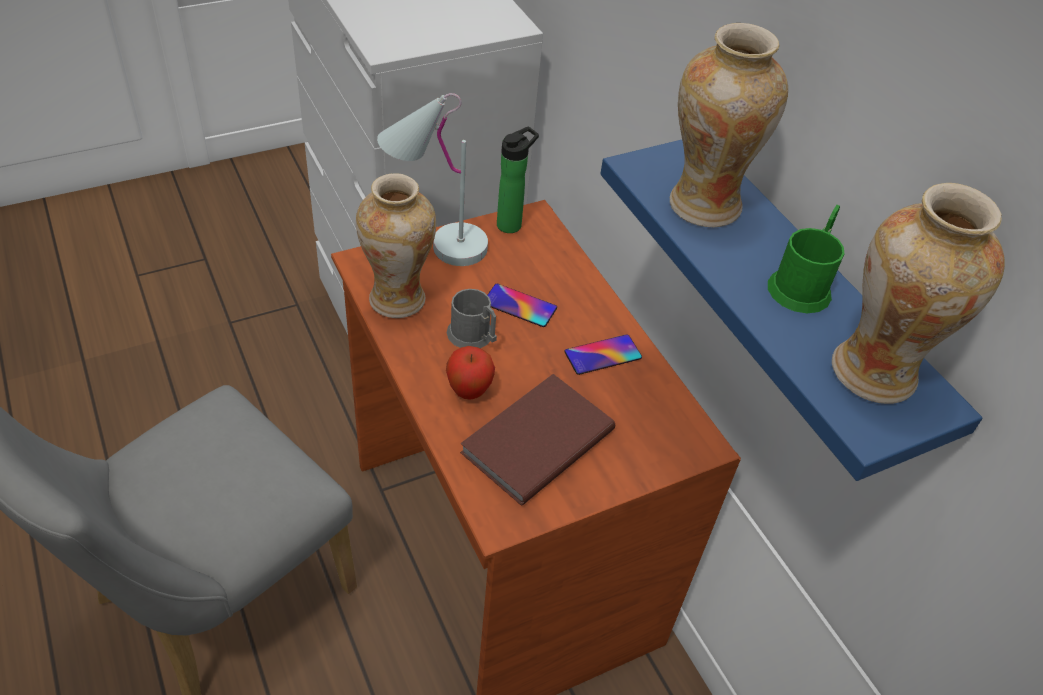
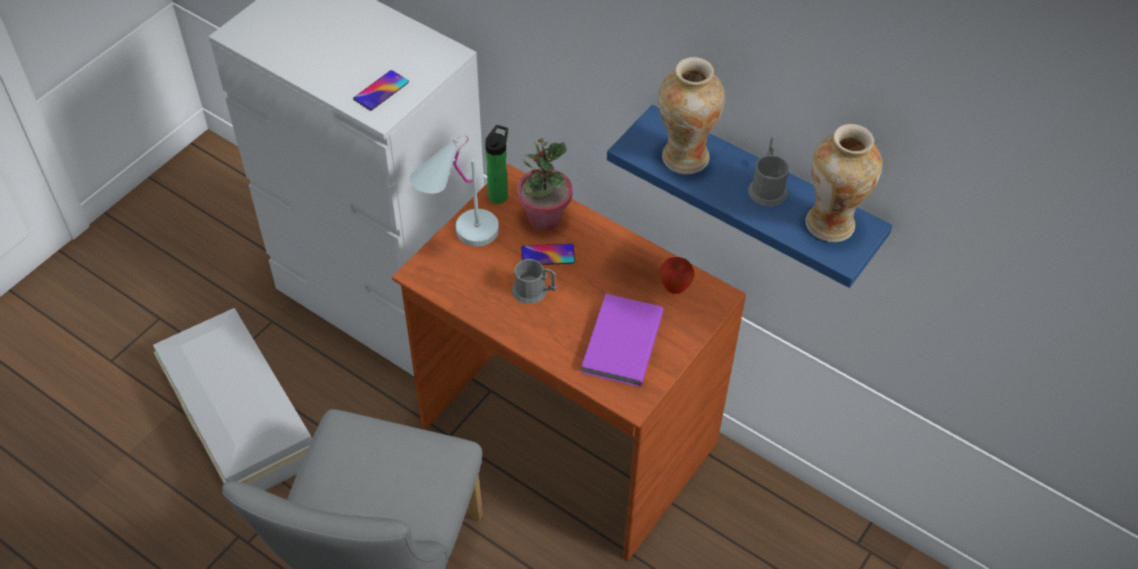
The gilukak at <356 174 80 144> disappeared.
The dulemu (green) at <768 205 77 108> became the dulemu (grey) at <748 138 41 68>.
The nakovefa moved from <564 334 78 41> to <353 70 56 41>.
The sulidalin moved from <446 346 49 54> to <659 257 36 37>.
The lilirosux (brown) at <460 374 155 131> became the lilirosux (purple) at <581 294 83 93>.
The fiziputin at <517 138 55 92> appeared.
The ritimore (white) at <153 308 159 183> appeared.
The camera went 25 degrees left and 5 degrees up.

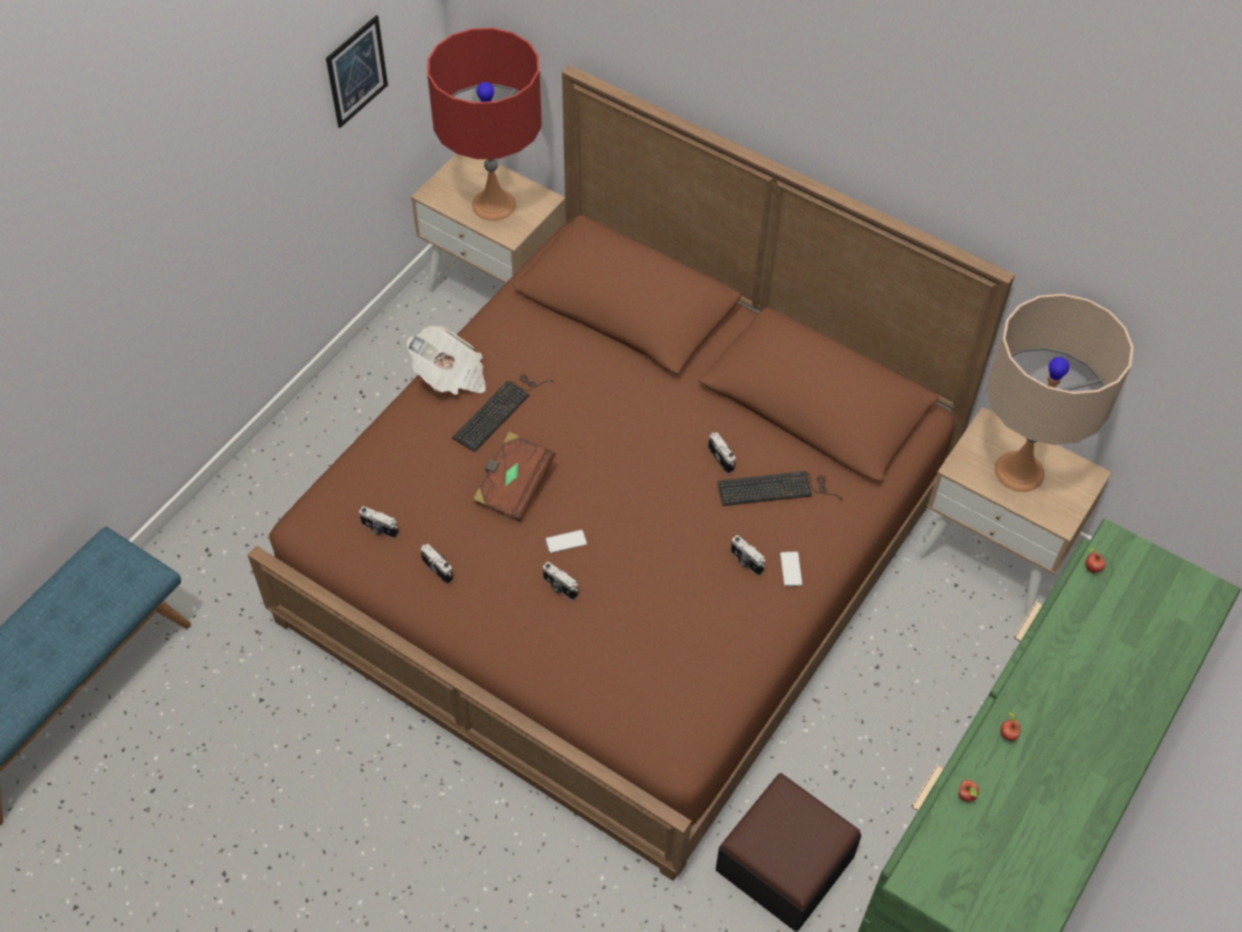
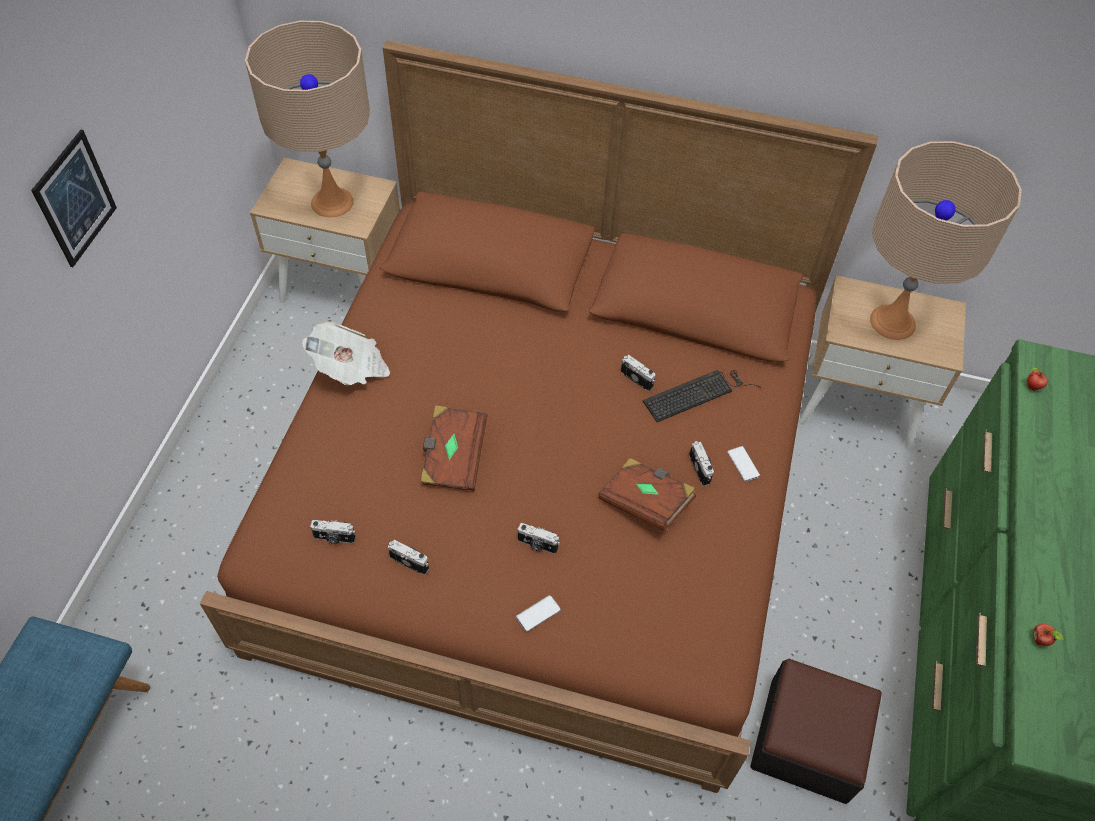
The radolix moved from <326 15 62 113> to <31 130 86 137>.
The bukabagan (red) at <427 28 115 193> became the bukabagan (beige) at <245 21 125 197>.
The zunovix at <452 375 102 77> disappeared.
The nakovefa moved from <545 530 42 23> to <516 595 45 37>.
The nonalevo at <731 535 34 41> turned 135 degrees counterclockwise.
The sulidalin at <1000 712 21 29> disappeared.
The lilirosux (brown) at <598 458 98 73> appeared.
The camera went 20 degrees left and 0 degrees up.

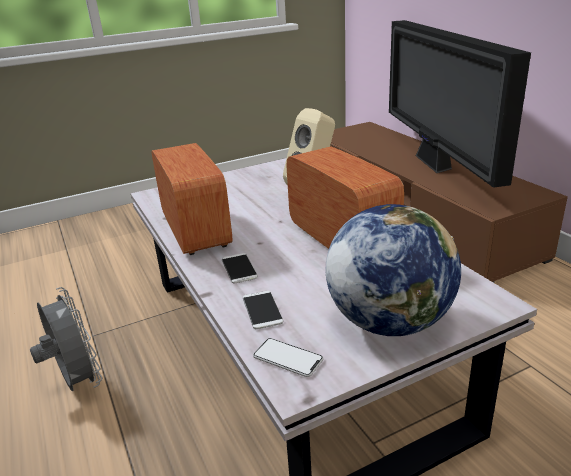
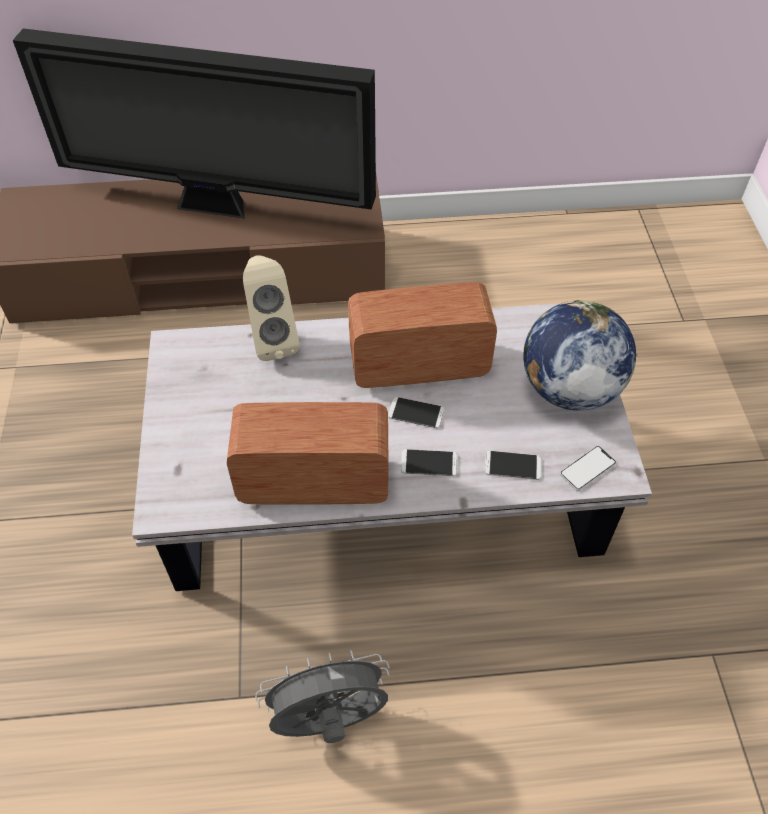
The nakovefa at <388 397 57 31> appeared.
The camera went 70 degrees left and 25 degrees up.

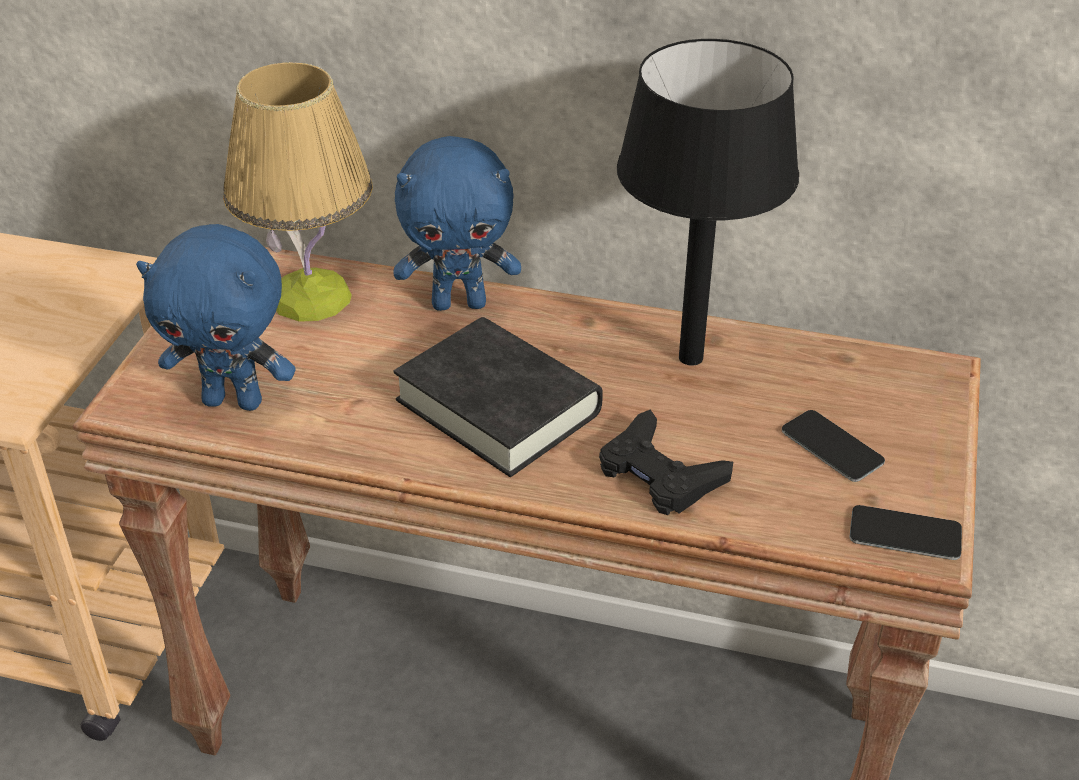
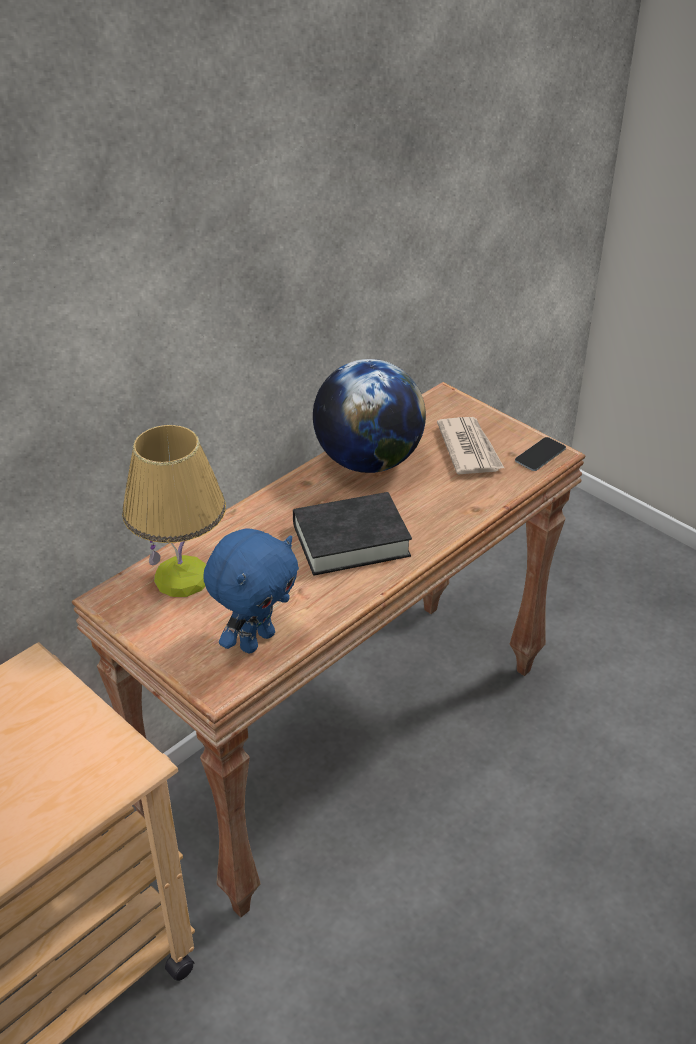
The bukabagan (black) at <617 39 182 327> was replaced by the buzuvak at <313 359 113 114>.
The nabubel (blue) at <394 136 127 175> disappeared.
The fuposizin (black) at <599 409 134 106> disappeared.
The nakovefa at <782 410 103 72> was replaced by the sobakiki at <437 417 67 58>.
The camera went 60 degrees left and 0 degrees up.

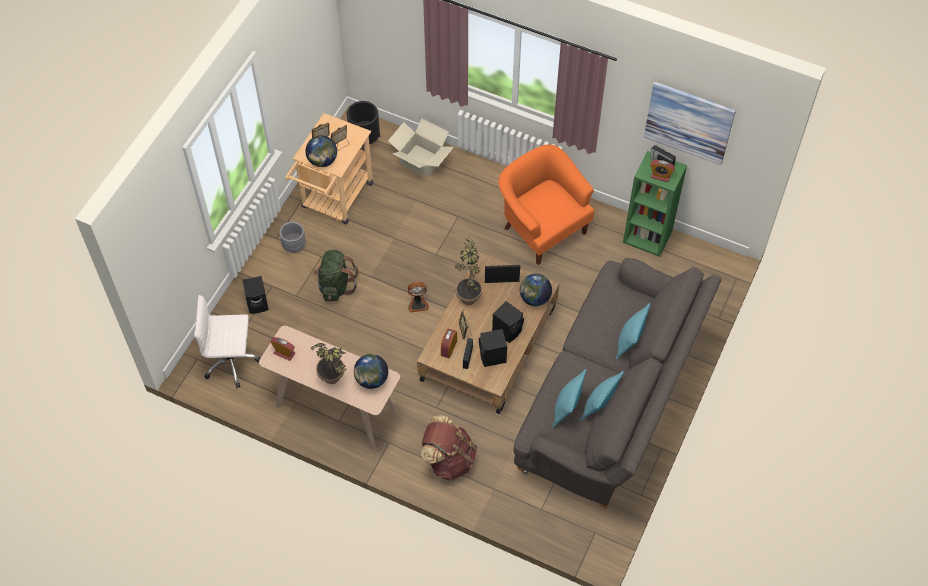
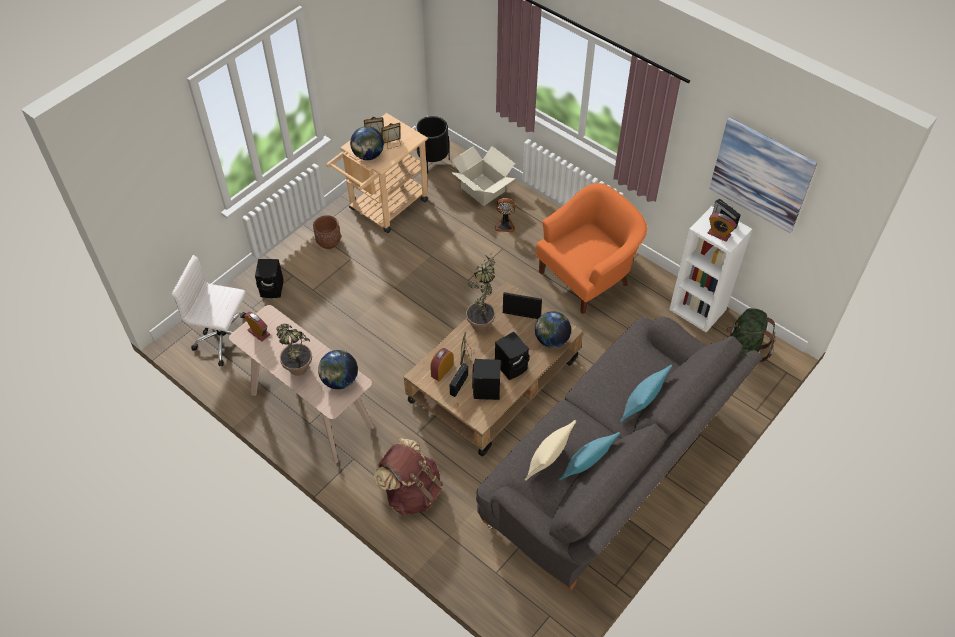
The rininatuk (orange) at <498 145 96 120> turned 75 degrees clockwise.
The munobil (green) at <623 151 64 106> became the munobil (white) at <669 206 83 126>.
The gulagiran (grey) at <279 222 27 31> became the gulagiran (brown) at <313 215 28 34>.
The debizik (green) moved from <313 250 45 52> to <726 308 49 54>.
The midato moved from <408 282 21 30> to <494 198 22 34>.
The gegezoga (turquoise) at <552 369 34 59> became the gegezoga (beige) at <525 420 51 61>.
The camera went 15 degrees right and 5 degrees down.

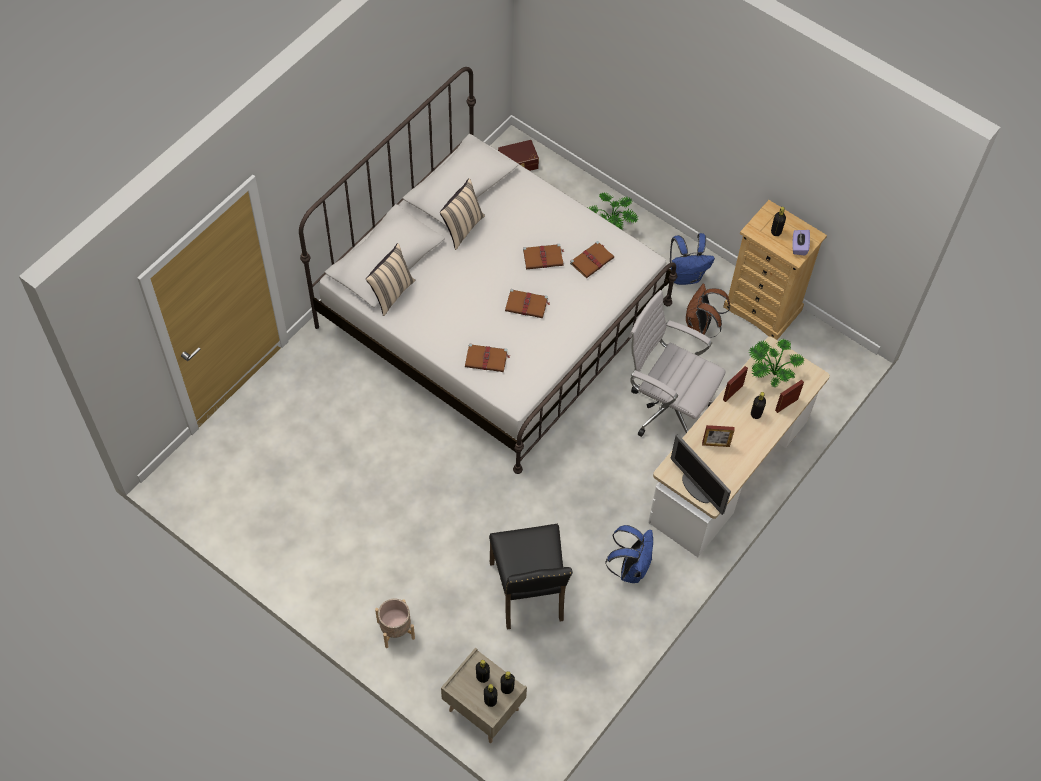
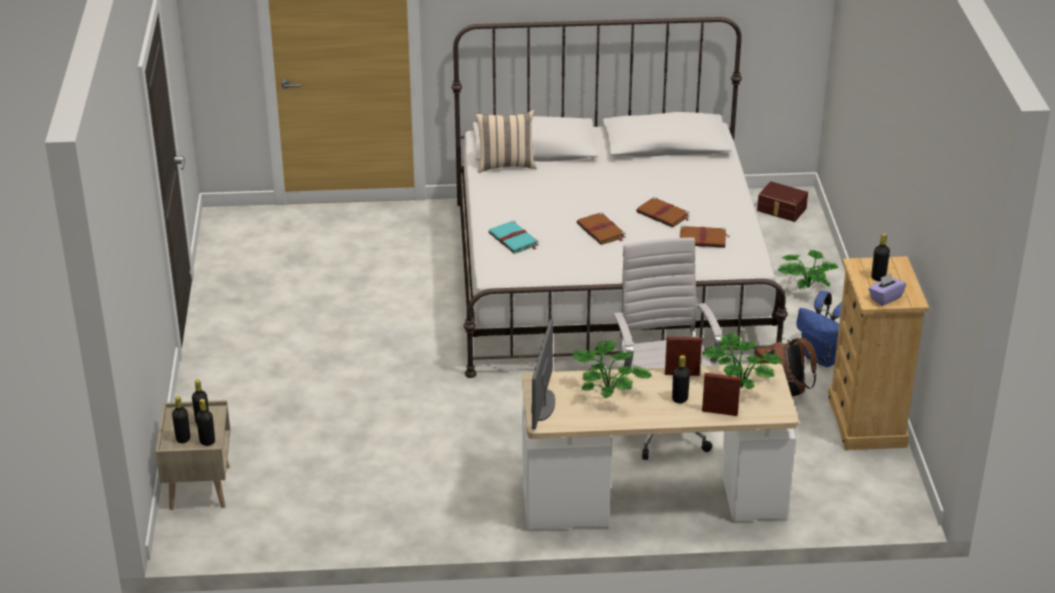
The gegezoga (beige) at <440 178 45 72> disappeared.
The lilirosux (brown) at <465 344 45 28> became the lilirosux (turquoise) at <488 220 51 34>.
The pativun at <702 425 33 22> was replaced by the fiziputin at <572 340 80 58>.
The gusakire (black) at <489 524 84 106> disappeared.
The debizik (blue) at <605 525 48 58> disappeared.
The gulagiran (beige) at <375 599 40 49> disappeared.
The camera went 50 degrees right and 25 degrees down.

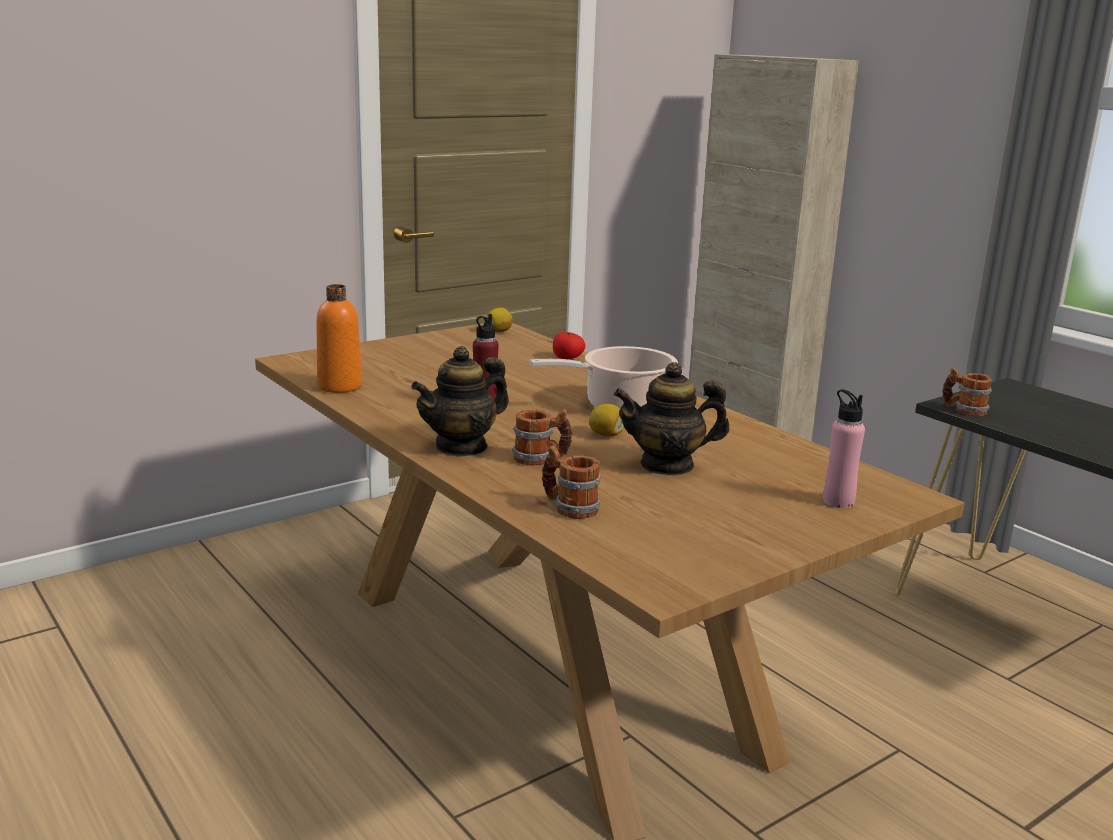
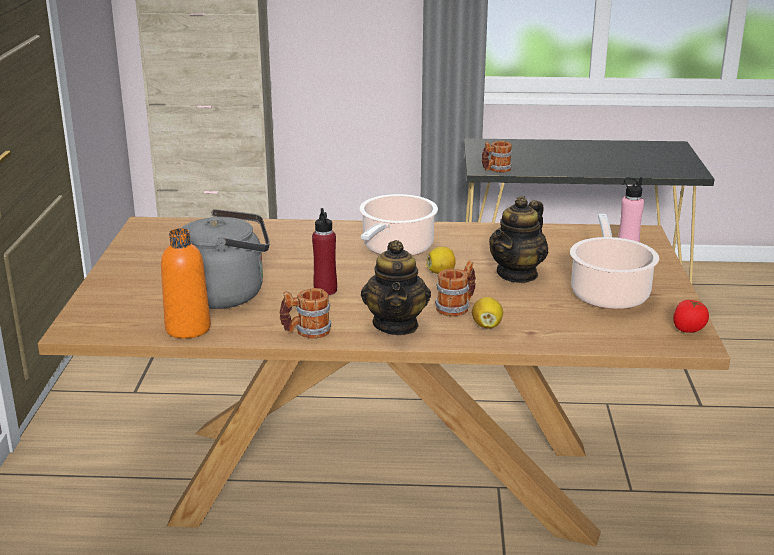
The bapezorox moved from <486 308 27 24> to <472 297 31 31>.
The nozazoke moved from <553 332 32 27> to <673 300 36 33>.
The dulemu moved from <542 445 58 74> to <280 288 52 51>.
The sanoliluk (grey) at <182 209 88 100> appeared.
The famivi at <570 214 89 95> appeared.
The camera went 50 degrees left and 5 degrees up.

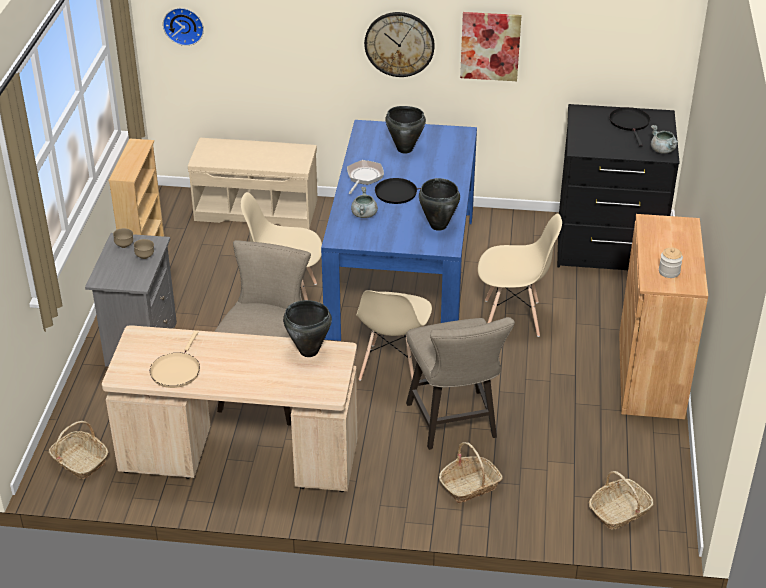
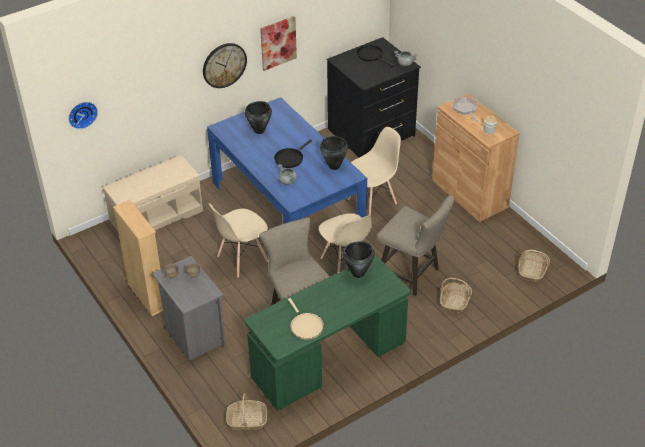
The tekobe moved from <347 160 37 34> to <452 97 26 25>.
The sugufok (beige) at <102 325 256 167> became the sugufok (green) at <244 255 167 156>.
The camera went 40 degrees left and 5 degrees up.

